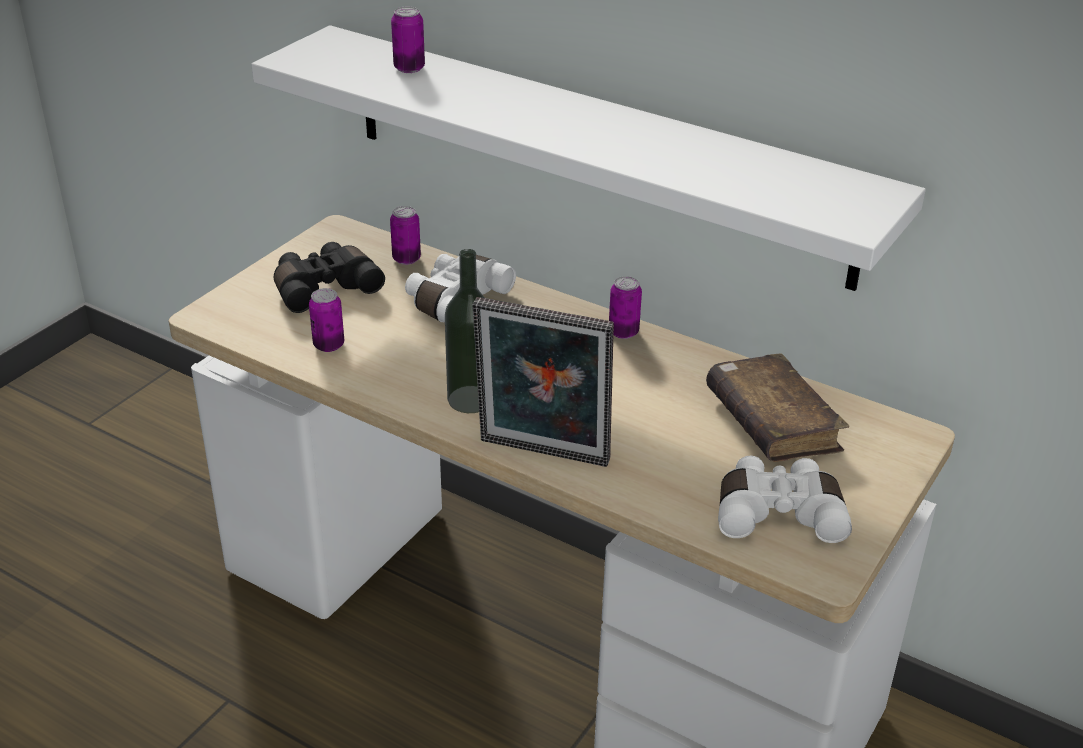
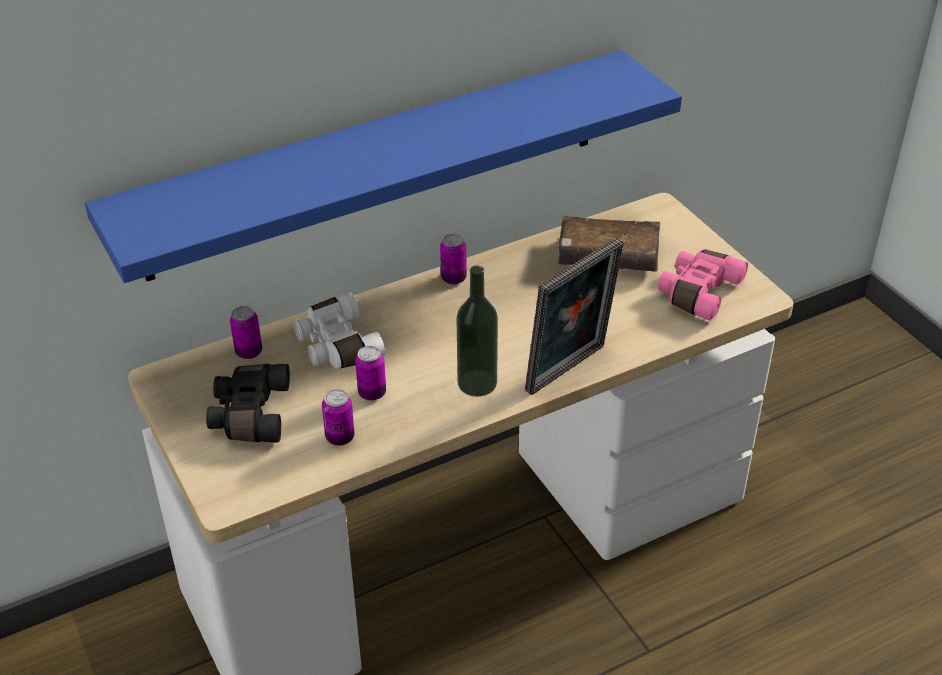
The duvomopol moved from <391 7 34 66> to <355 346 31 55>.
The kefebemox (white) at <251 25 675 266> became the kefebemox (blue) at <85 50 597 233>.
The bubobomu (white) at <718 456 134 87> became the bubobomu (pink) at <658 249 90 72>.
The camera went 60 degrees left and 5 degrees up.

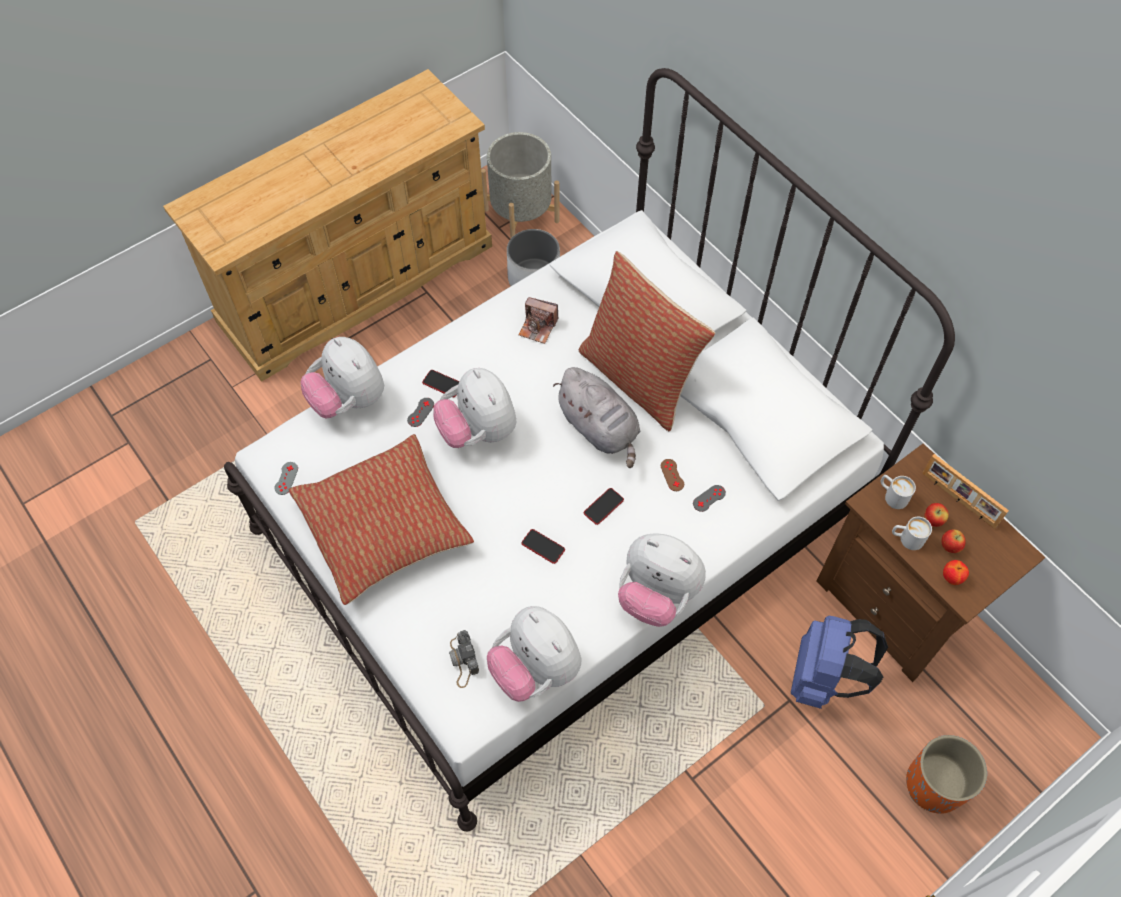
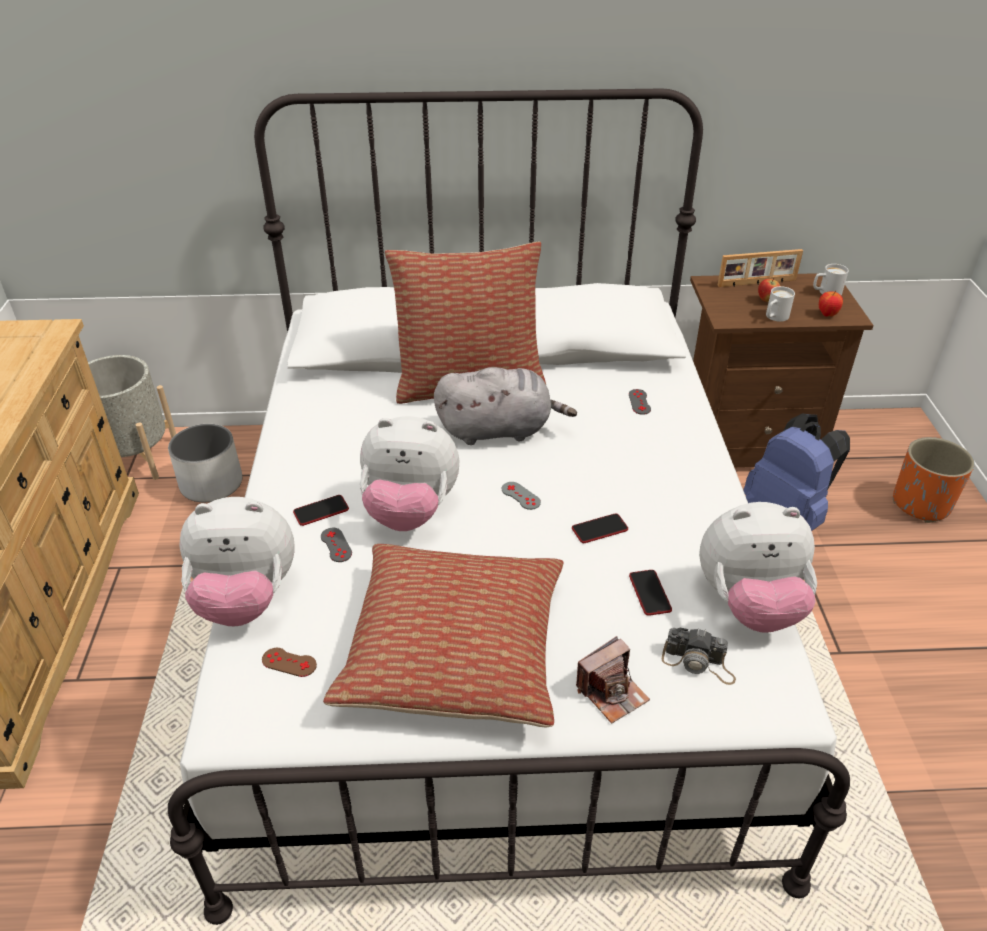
The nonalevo moved from <518 297 40 47> to <576 636 74 88>.
The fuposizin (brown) moved from <661 459 23 32> to <262 648 55 29>.
The fuposizin (grey) moved from <275 462 23 33> to <502 482 39 28>.
The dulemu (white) moved from <881 475 35 34> to <813 264 36 31>.
The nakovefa moved from <584 488 40 37> to <629 570 43 46>.
The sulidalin at <941 529 24 24> disappeared.
The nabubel at <618 534 88 93> disappeared.
The camera went 55 degrees left and 20 degrees down.

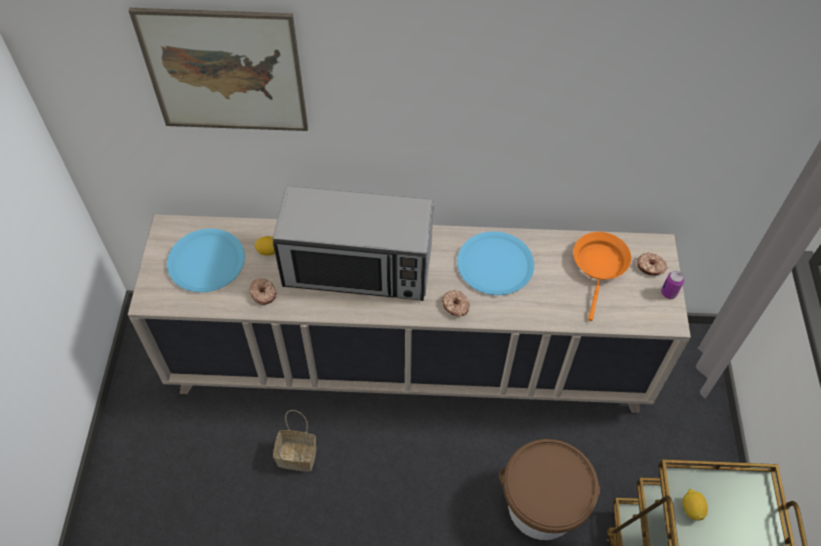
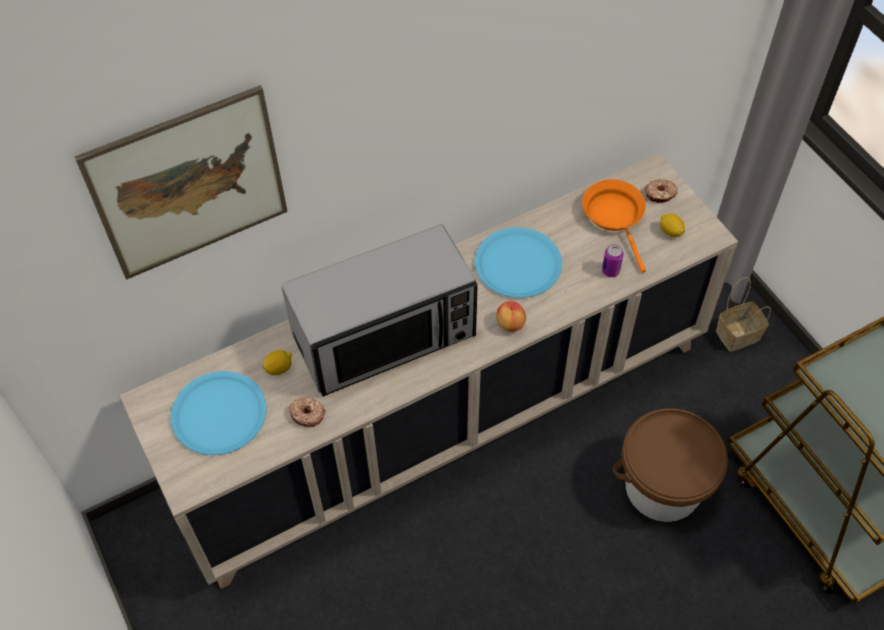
The duvomopol moved from <661 271 23 28> to <602 244 22 33>.
The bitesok at <442 290 28 26> was replaced by the sulidalin at <496 301 30 31>.
The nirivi moved from <273 410 43 62> to <716 277 55 75>.
The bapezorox moved from <682 489 26 32> to <660 213 25 24>.
The camera went 30 degrees left and 0 degrees up.

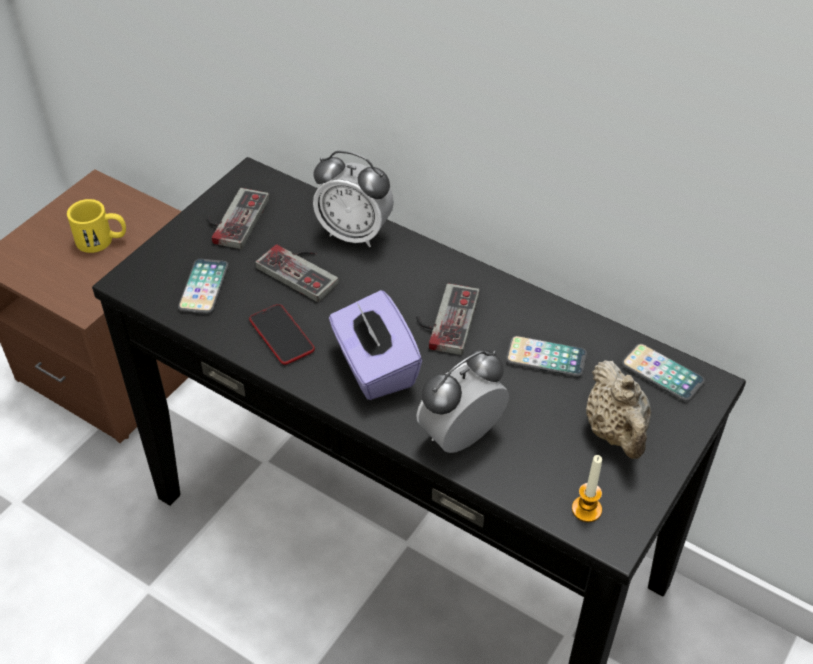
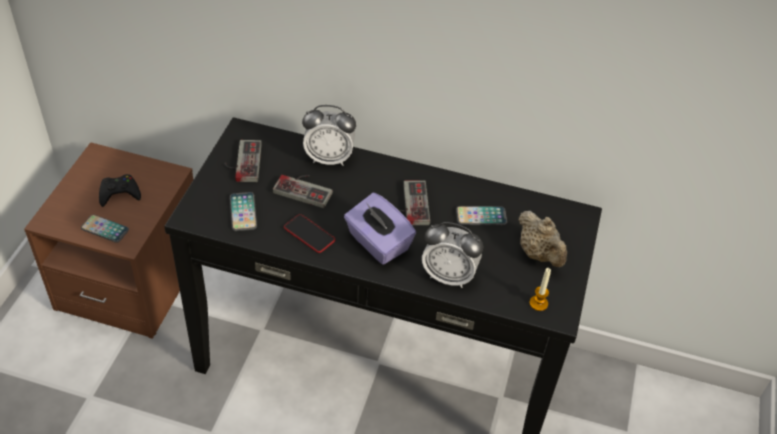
The dulemu (yellow) at <67 199 59 54> was replaced by the fuposizin (black) at <99 174 42 33>.
The nakovefa moved from <622 344 83 57> to <81 215 48 28>.
The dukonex at <416 349 93 104> turned 105 degrees counterclockwise.
The camera went 20 degrees left and 0 degrees up.

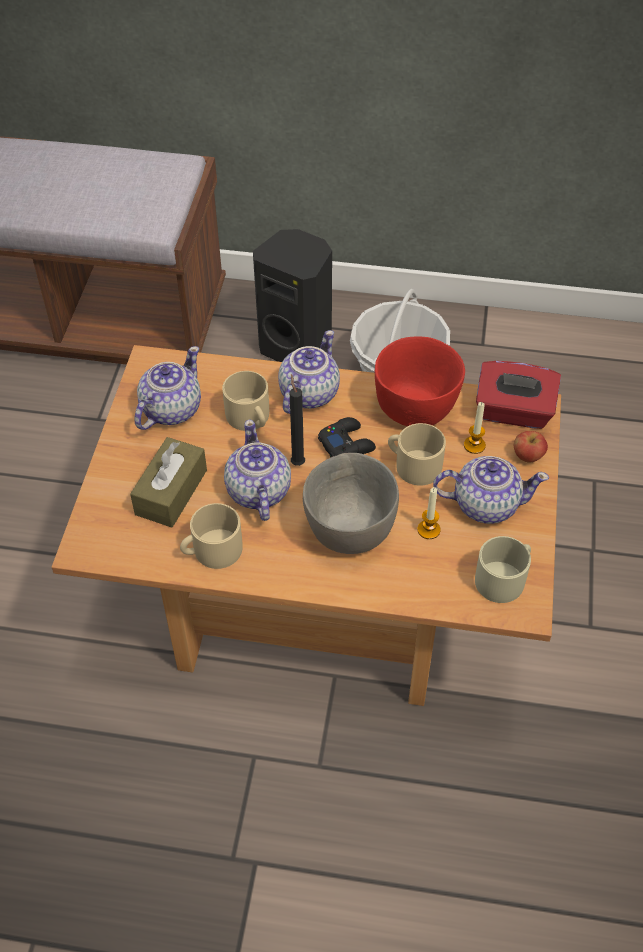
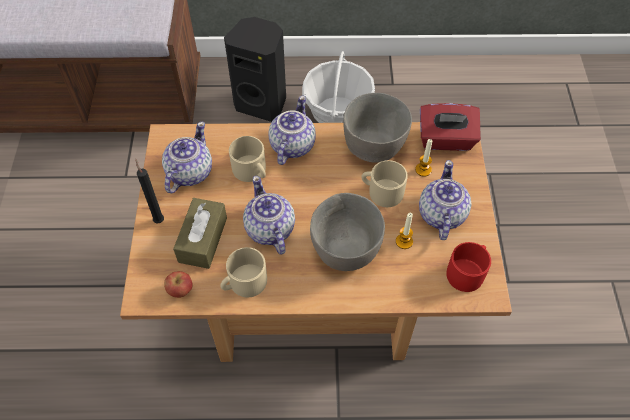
The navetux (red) at <375 337 90 89> became the navetux (grey) at <343 93 69 70>.
The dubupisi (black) moved from <290 374 15 92> to <135 159 29 65>.
The fuposizin (black) at <318 417 58 41> disappeared.
The sulidalin moved from <514 431 34 32> to <164 271 29 27>.
The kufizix at <433 456 116 68> turned 75 degrees counterclockwise.
The dulemu (beige) at <475 536 56 67> became the dulemu (red) at <446 242 45 50>.
The camera went 10 degrees left and 5 degrees up.

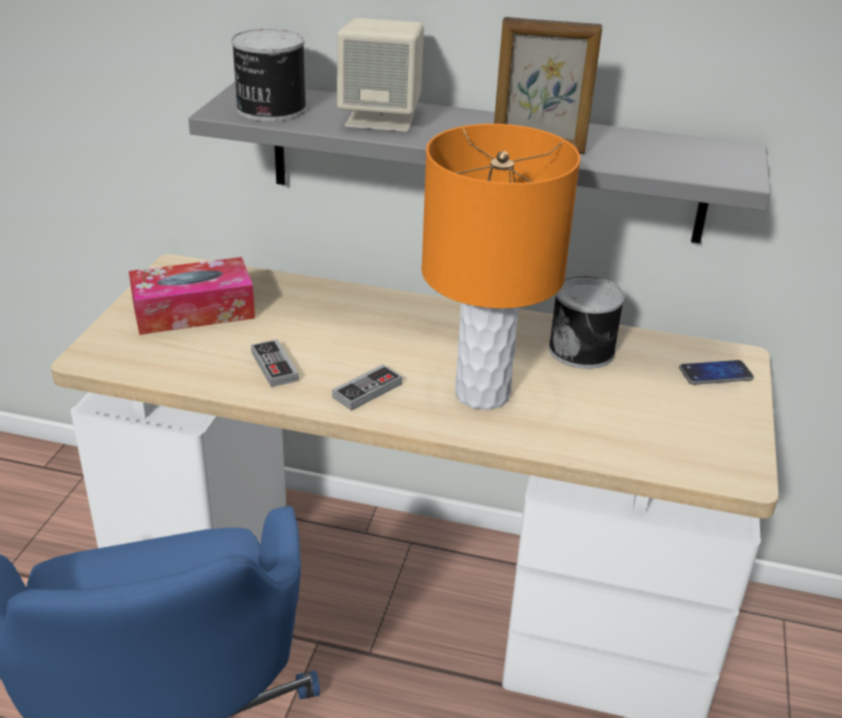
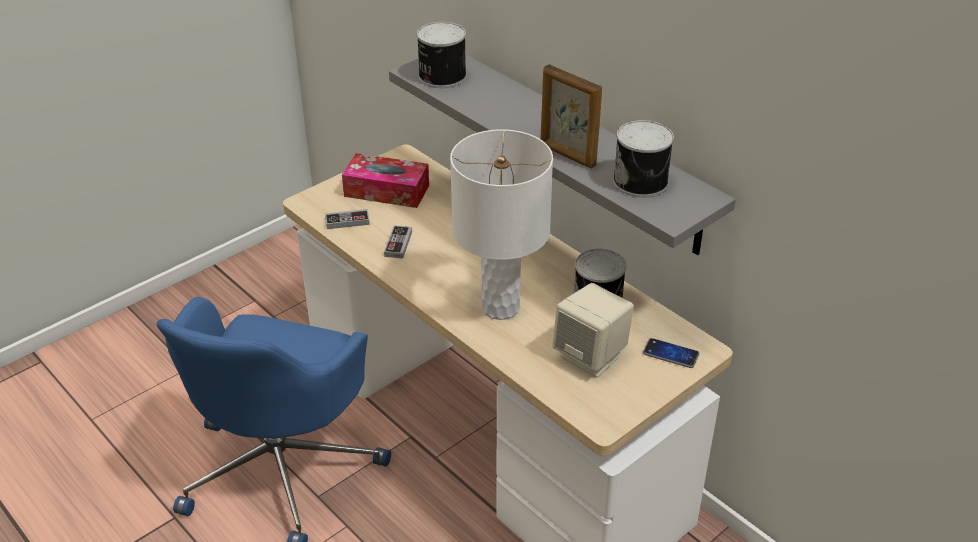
The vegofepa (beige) moved from <337 18 87 114> to <552 283 82 94>.
The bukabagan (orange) at <421 124 160 286> became the bukabagan (white) at <450 129 103 191>.
The fuposizin moved from <332 364 70 47> to <325 209 45 20>.
The duvomopol at <613 120 61 78> appeared.
The camera went 35 degrees right and 5 degrees up.

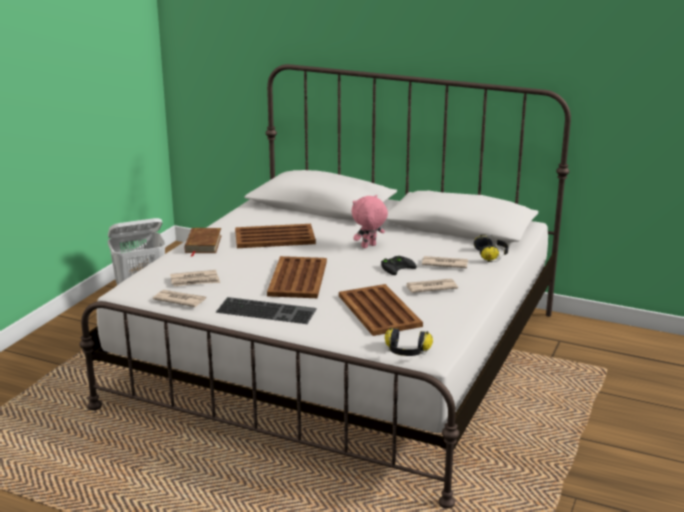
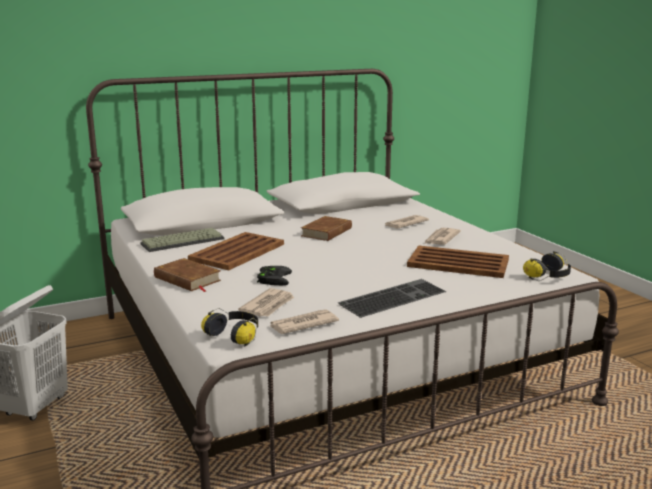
The nabubel (pink) at <352 195 36 53> was replaced by the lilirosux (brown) at <301 216 51 25>.
The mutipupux moved from <474 234 34 28> to <201 308 57 39>.
The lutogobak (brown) at <267 256 60 42> disappeared.
The fuposizin (black) moved from <381 256 36 19> to <257 266 35 19>.
The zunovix at <140 228 84 24> appeared.
The camera went 50 degrees left and 5 degrees down.

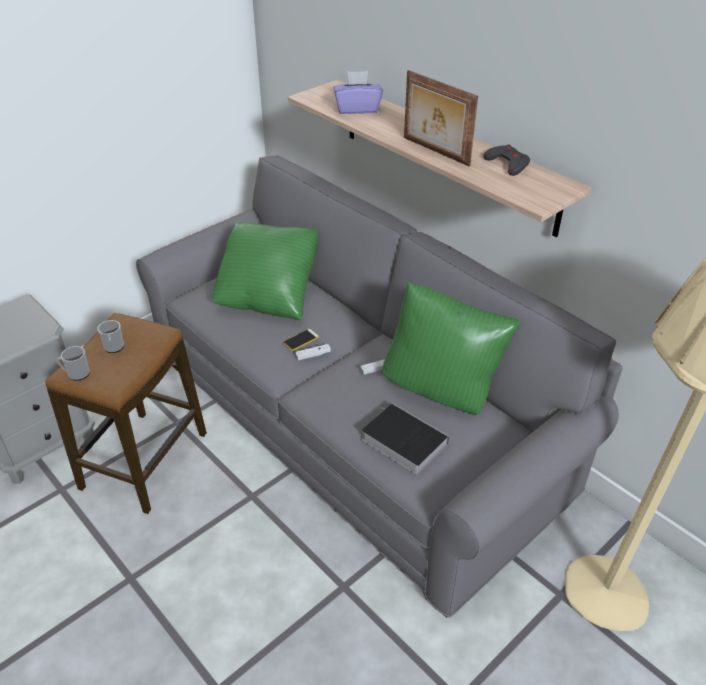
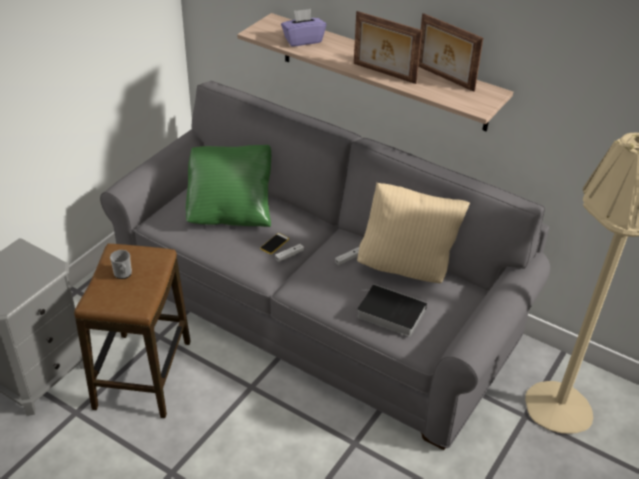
The fuposizin (grey) at <483 144 47 32> was replaced by the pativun at <418 13 65 79>.
The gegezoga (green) at <382 282 139 133> became the gegezoga (beige) at <357 182 113 101>.
The dulemu at <56 346 34 35> disappeared.
The camera went 15 degrees left and 0 degrees up.

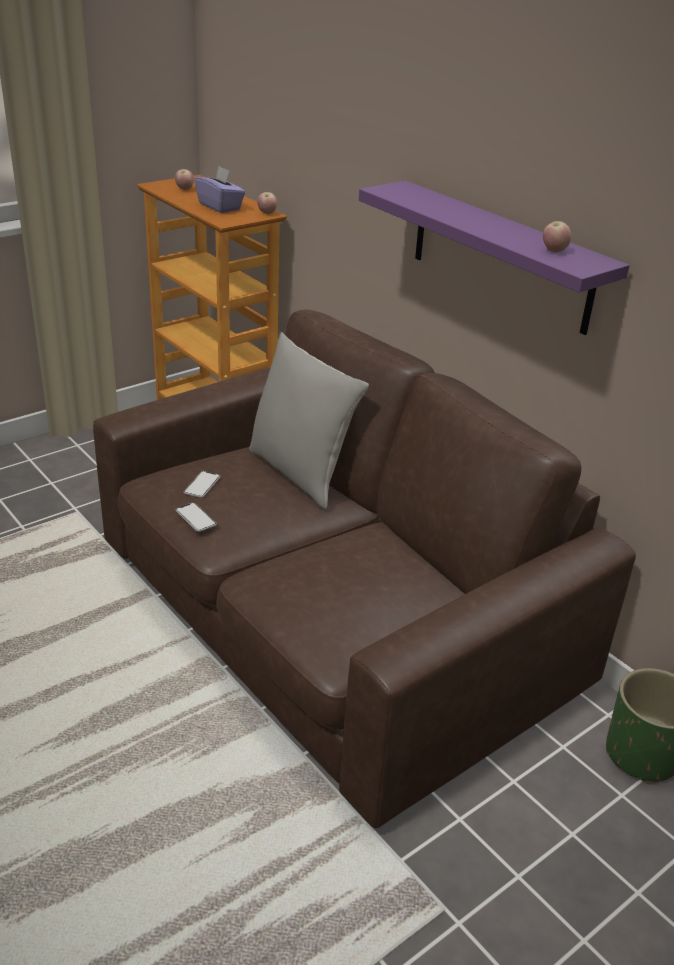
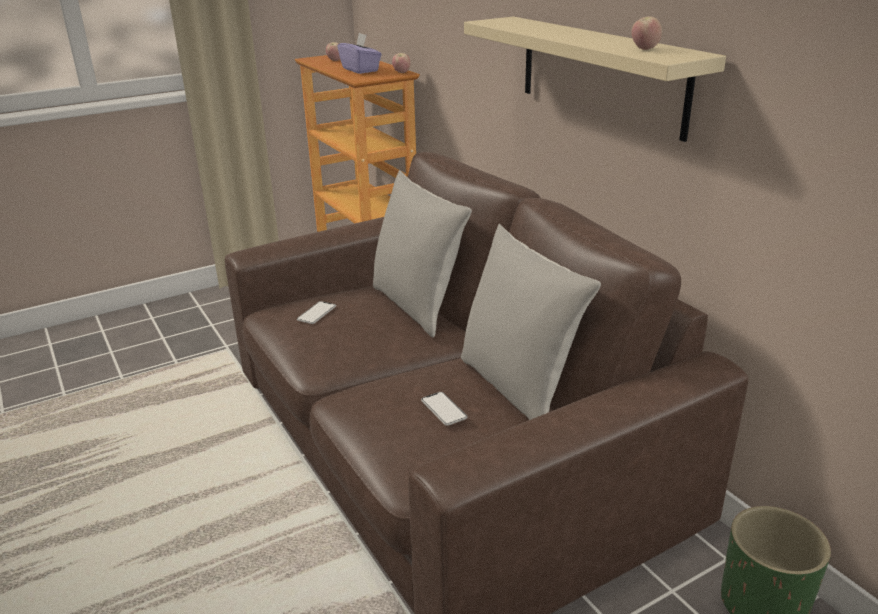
The kefebemox (purple) at <359 181 271 154> became the kefebemox (beige) at <464 16 262 126>.
The nakovefa moved from <176 503 41 29> to <421 392 46 34>.
The gegezoga (grey) at <461 224 140 196> appeared.
The camera went 10 degrees right and 5 degrees down.

